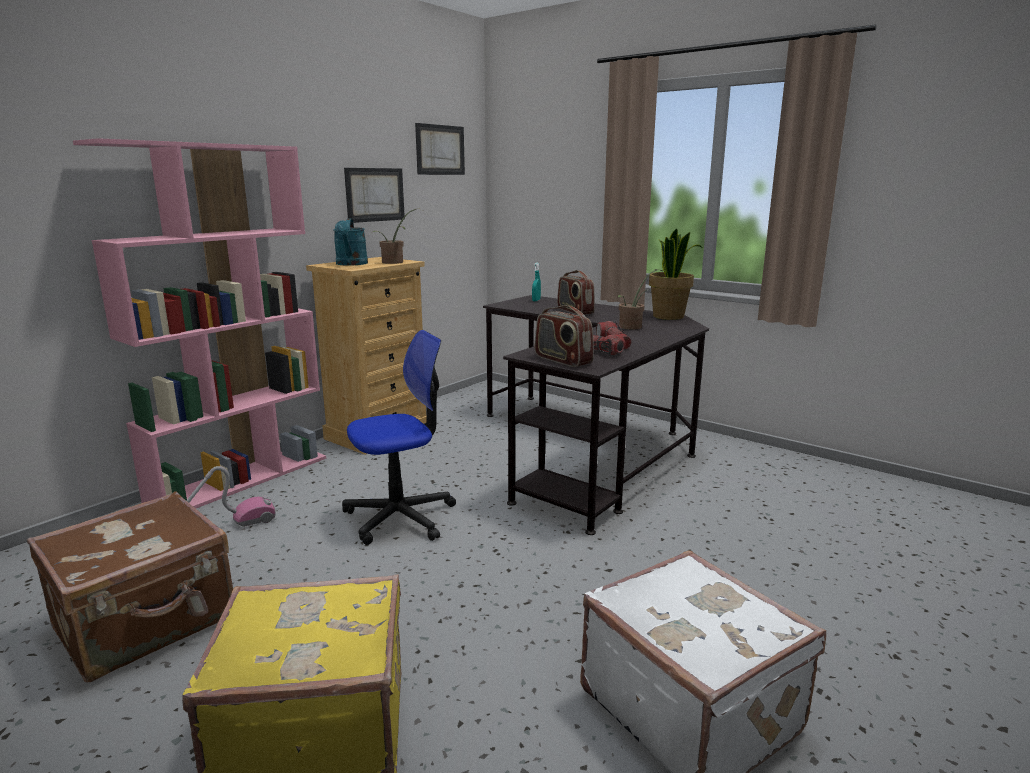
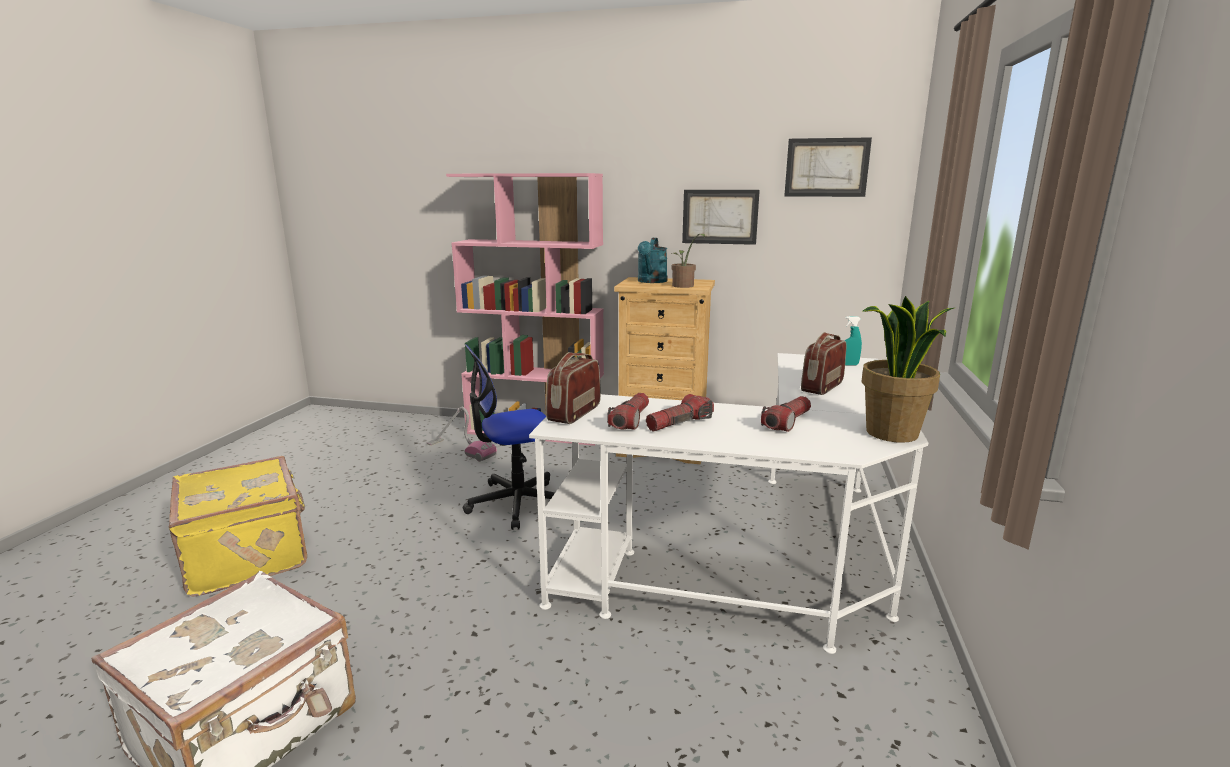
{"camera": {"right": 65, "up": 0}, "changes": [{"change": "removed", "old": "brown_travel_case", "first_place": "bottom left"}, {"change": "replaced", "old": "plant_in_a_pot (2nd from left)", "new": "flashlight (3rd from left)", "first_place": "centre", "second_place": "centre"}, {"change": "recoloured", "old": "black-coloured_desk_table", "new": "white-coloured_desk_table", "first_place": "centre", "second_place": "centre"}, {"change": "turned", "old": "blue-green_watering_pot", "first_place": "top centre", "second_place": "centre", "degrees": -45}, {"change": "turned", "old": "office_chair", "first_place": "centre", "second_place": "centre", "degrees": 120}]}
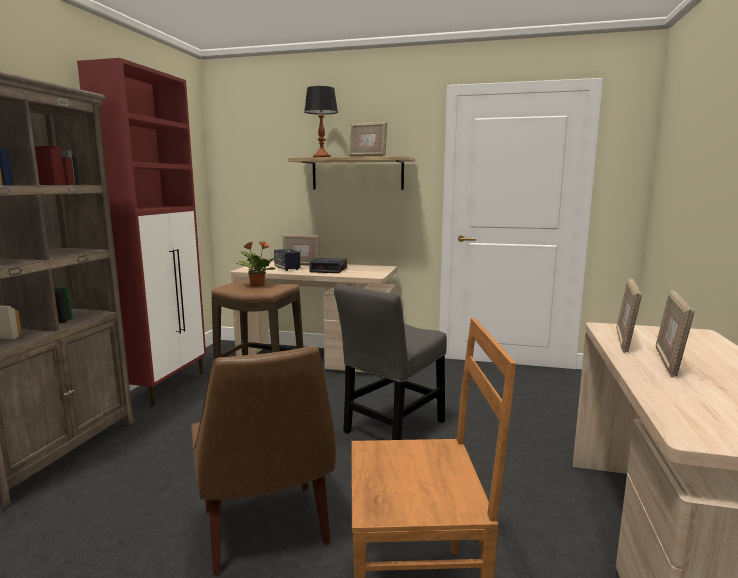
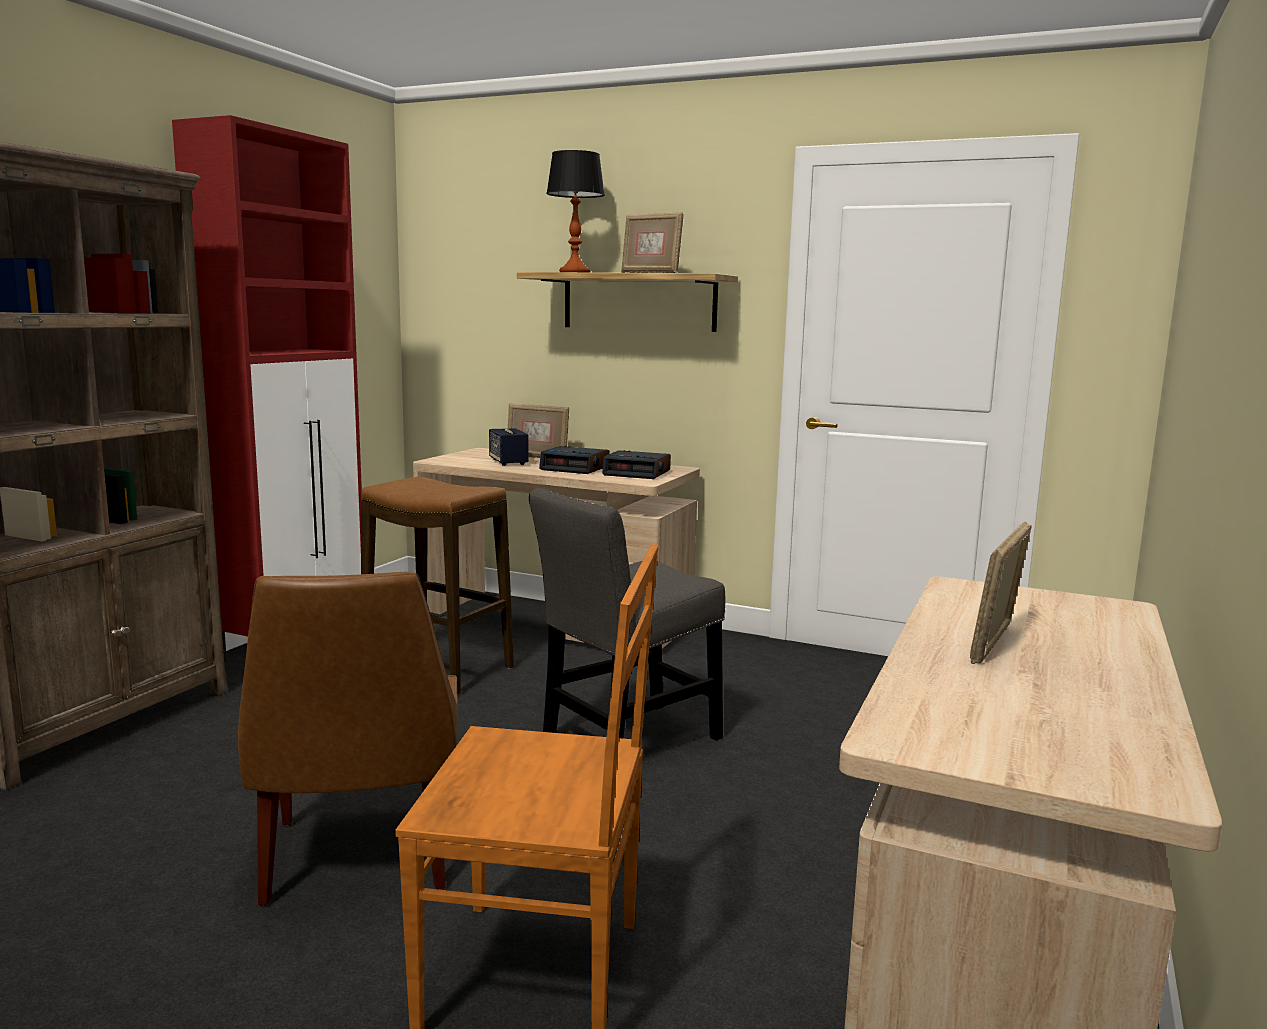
{"camera": {"right": 10, "up": 0}, "changes": [{"change": "removed", "old": "plant_in_a_pot", "first_place": "centre"}, {"change": "removed", "old": "standing_frame (3rd from left)", "first_place": "middle right"}, {"change": "added", "new": "bedside_clock (2nd from left)", "second_place": "centre"}]}
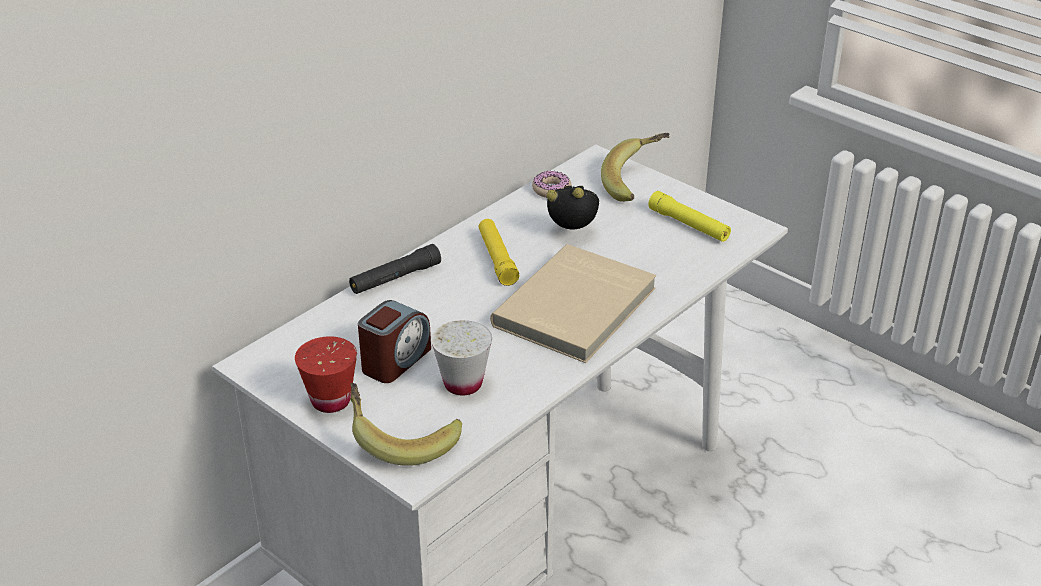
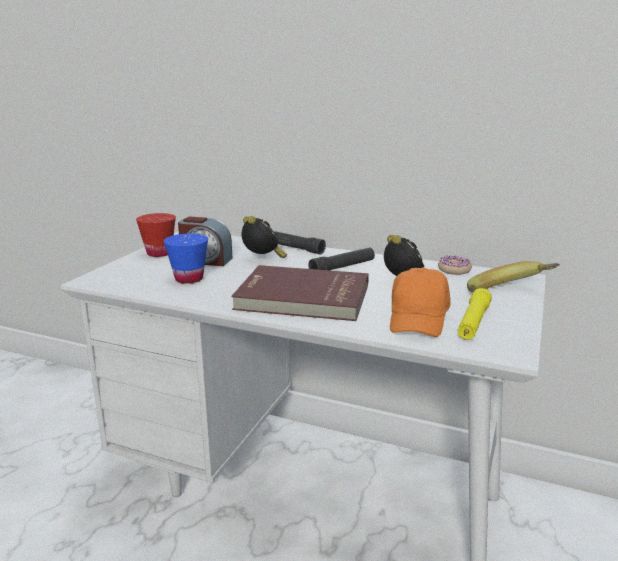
{"camera": {"right": 70, "up": -15}, "changes": [{"change": "removed", "old": "whole_banana (1st from left)", "first_place": "bottom centre"}, {"change": "added", "new": "bedside_clock (2nd from left)", "second_place": "centre"}, {"change": "added", "new": "orangey_cap", "second_place": "middle right"}, {"change": "recoloured", "old": "white-coloured_cup", "new": "blue-coloured_cup", "first_place": "centre", "second_place": "middle left"}, {"change": "recoloured", "old": "yellowish_flashlight (1st from left)", "new": "black-coloured_flashlight (2nd from left)", "first_place": "centre", "second_place": "centre"}, {"change": "recoloured", "old": "sand-coloured_volume", "new": "reddish_volume", "first_place": "centre", "second_place": "centre"}]}
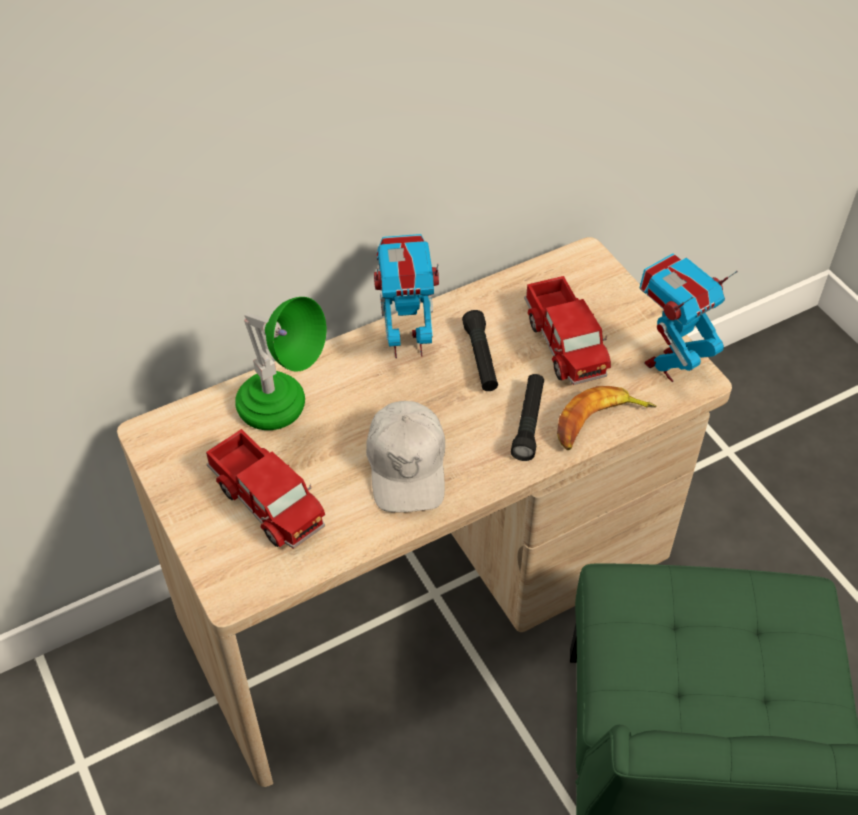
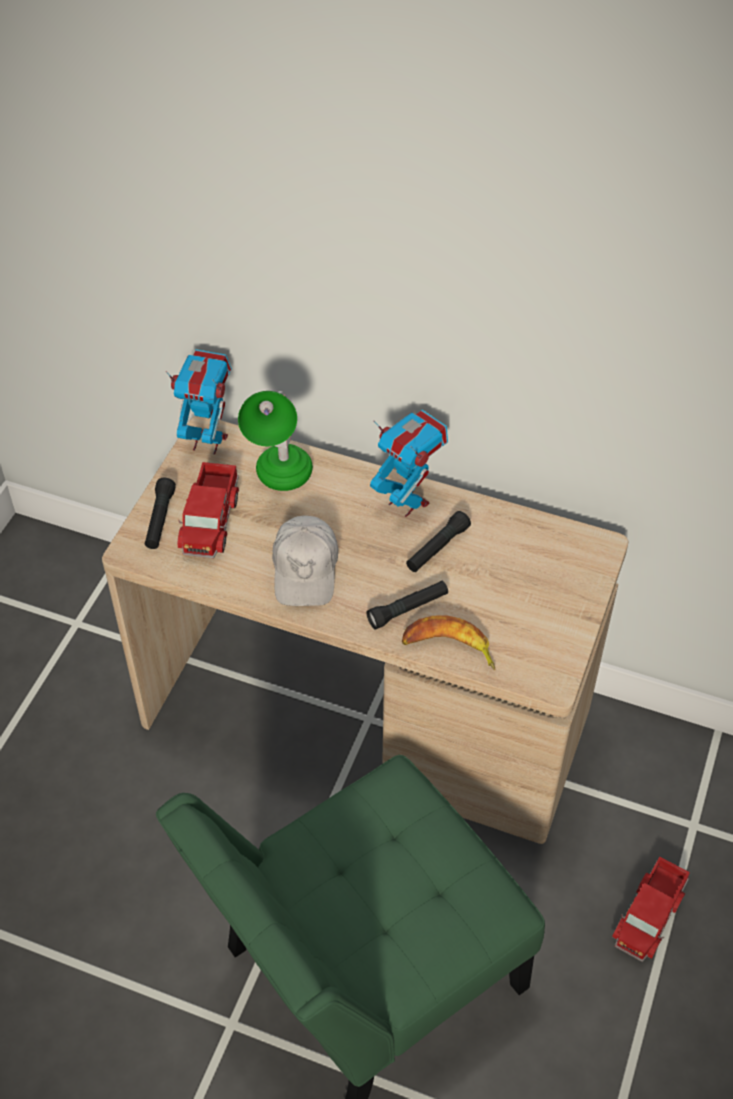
{"camera": {"right": 50, "up": 0}, "changes": [{"change": "added", "new": "black-coloured_flashlight (1st from left)", "second_place": "middle left"}, {"change": "moved", "old": "toy_truck (2nd from left)", "first_place": "centre", "second_place": "bottom right"}, {"change": "moved", "old": "robot_figure (2nd from left in the first image)", "new": "robot_figure (1st from left)", "first_place": "middle right", "second_place": "middle left"}, {"change": "turned", "old": "white-coloured_cap", "first_place": "centre", "second_place": "centre", "degrees": -45}]}
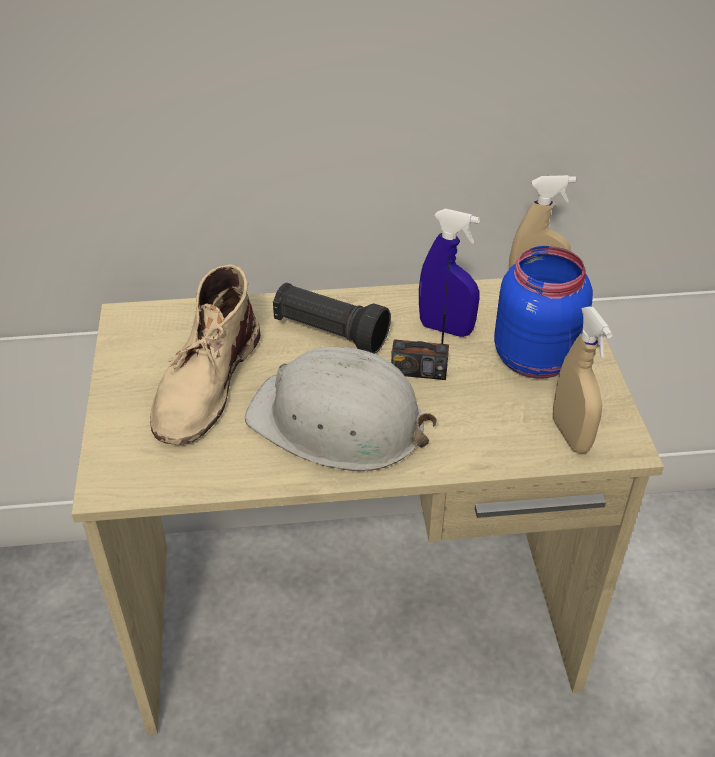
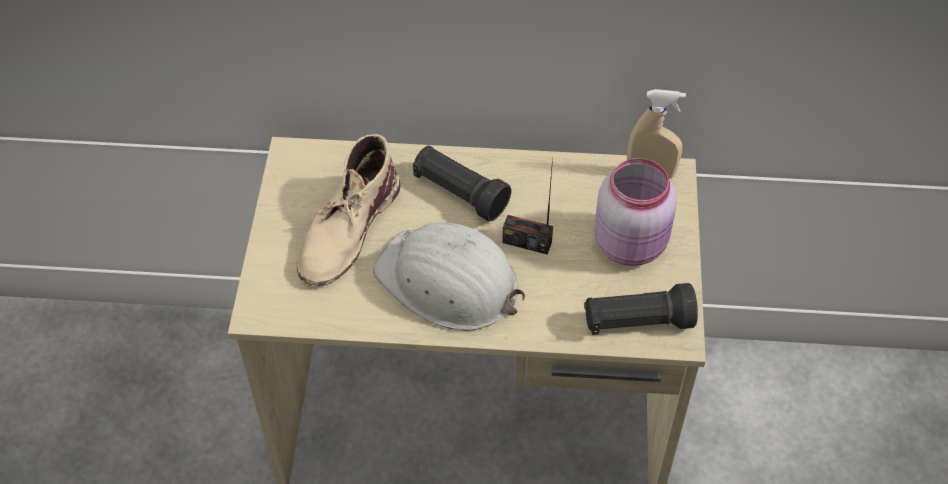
{"camera": {"right": 10, "up": 10}, "changes": [{"change": "removed", "old": "blue-coloured_spray_bottle", "first_place": "centre"}, {"change": "replaced", "old": "sand-coloured_spray_bottle (2nd from left)", "new": "black-coloured_flashlight (2nd from left)", "first_place": "middle right", "second_place": "middle right"}, {"change": "recoloured", "old": "blue-coloured_storage_jar", "new": "pink-coloured_storage_jar", "first_place": "middle right", "second_place": "middle right"}]}
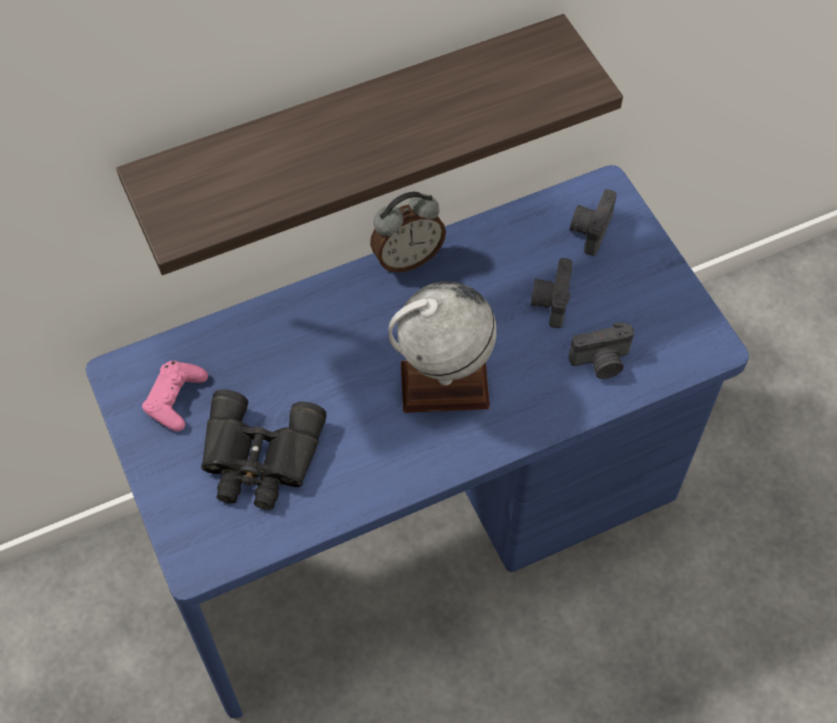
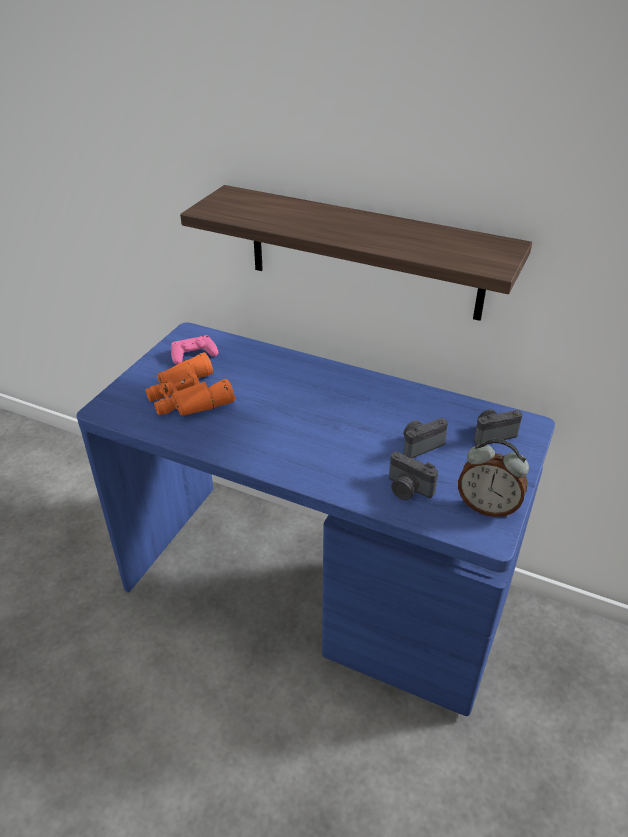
{"camera": {"right": 50, "up": -20}, "changes": [{"change": "removed", "old": "world_globe", "first_place": "centre"}, {"change": "moved", "old": "bedside_clock", "first_place": "top centre", "second_place": "middle right"}, {"change": "recoloured", "old": "black-coloured_field_glasses", "new": "orangey_field_glasses", "first_place": "middle left", "second_place": "middle left"}]}
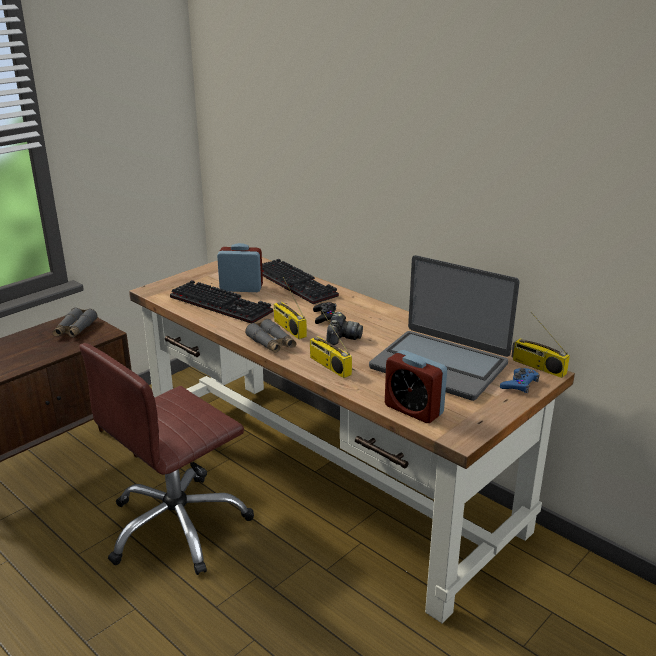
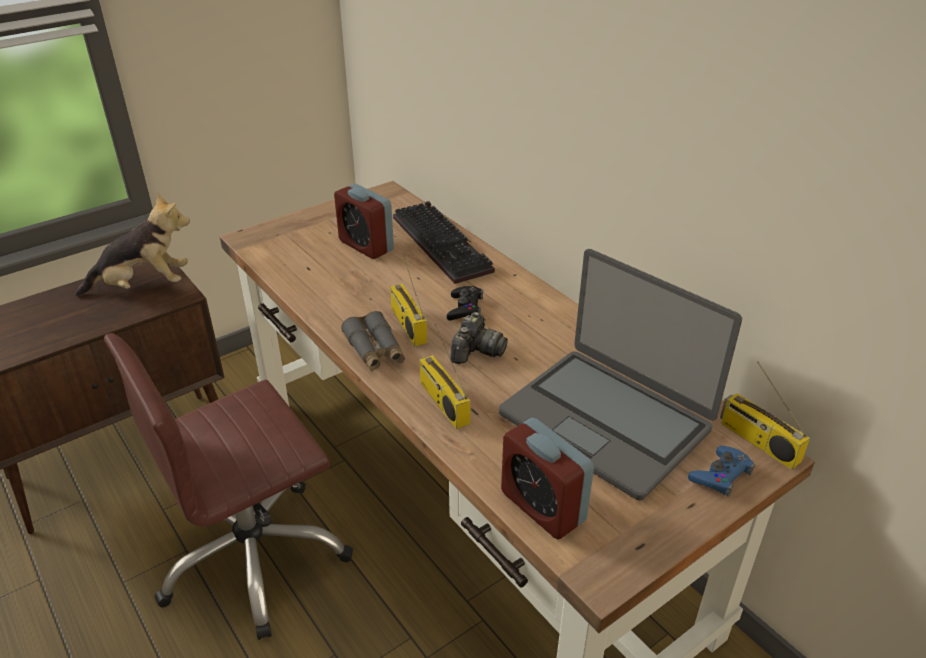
{"camera": {"right": 10, "up": 10}, "changes": [{"change": "removed", "old": "PC_keyboard (1st from left)", "first_place": "centre"}, {"change": "replaced", "old": "grey_field_glasses (1st from left)", "new": "cuddly_toy", "first_place": "middle left", "second_place": "middle left"}, {"change": "turned", "old": "bedside_clock (1st from left)", "first_place": "centre", "second_place": "centre", "degrees": -150}]}
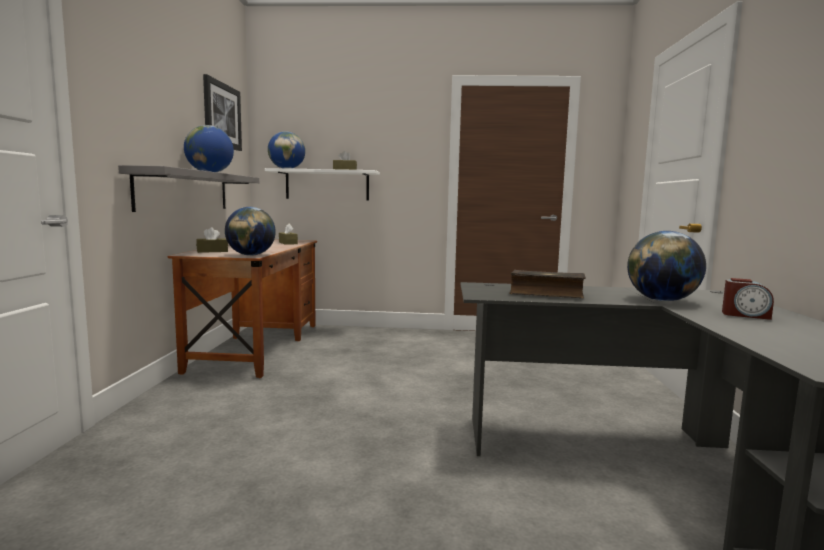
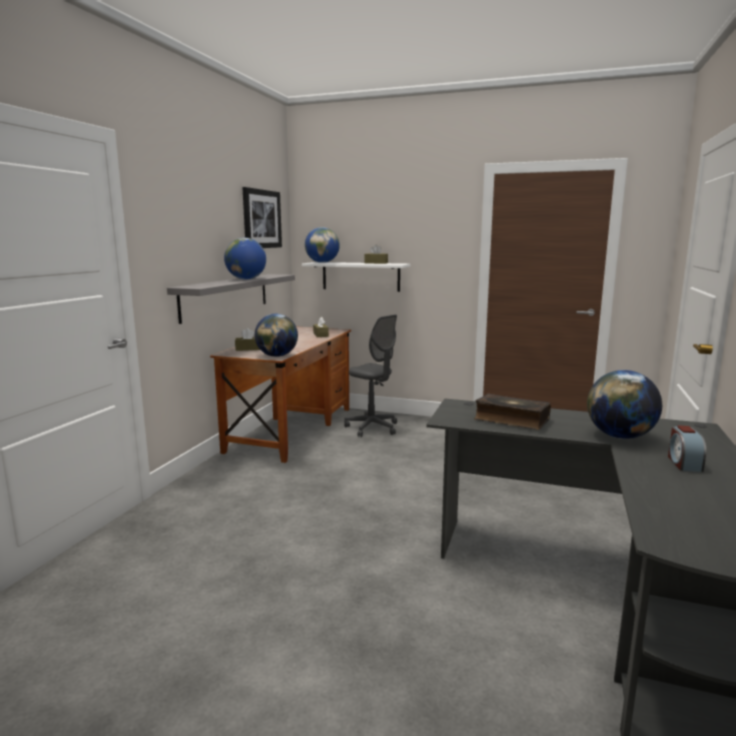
{"camera": {"right": 15, "up": 5}, "changes": [{"change": "added", "new": "grey_office_chair", "second_place": "centre"}, {"change": "turned", "old": "bedside_clock", "first_place": "middle right", "second_place": "middle right", "degrees": 60}]}
